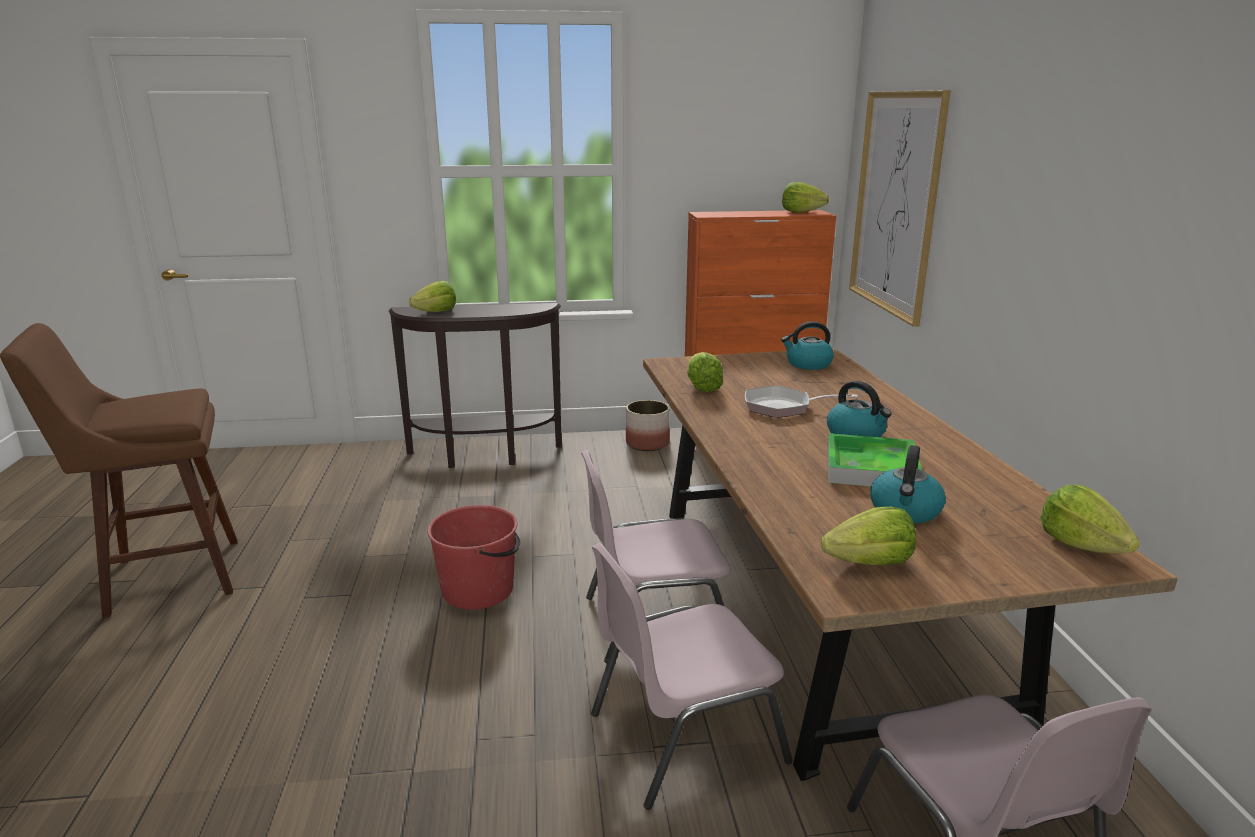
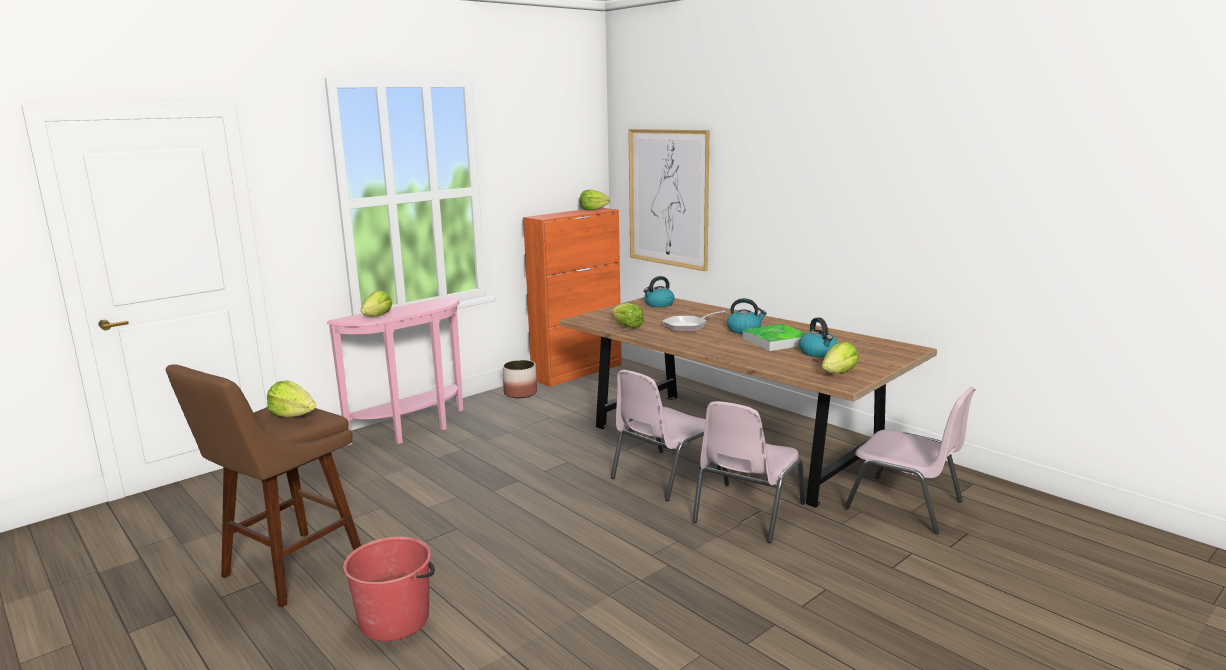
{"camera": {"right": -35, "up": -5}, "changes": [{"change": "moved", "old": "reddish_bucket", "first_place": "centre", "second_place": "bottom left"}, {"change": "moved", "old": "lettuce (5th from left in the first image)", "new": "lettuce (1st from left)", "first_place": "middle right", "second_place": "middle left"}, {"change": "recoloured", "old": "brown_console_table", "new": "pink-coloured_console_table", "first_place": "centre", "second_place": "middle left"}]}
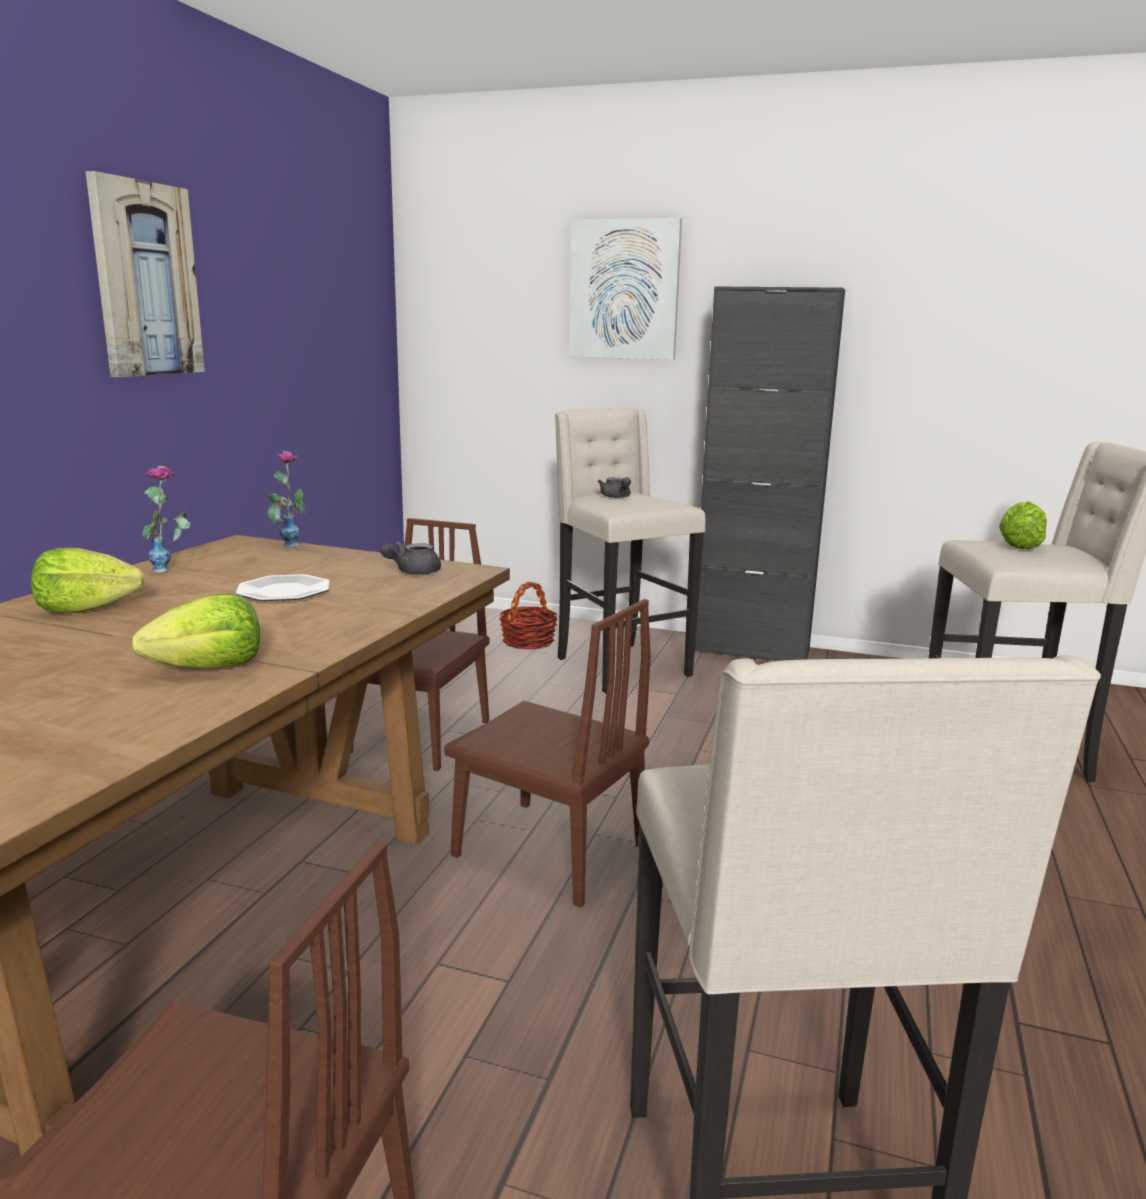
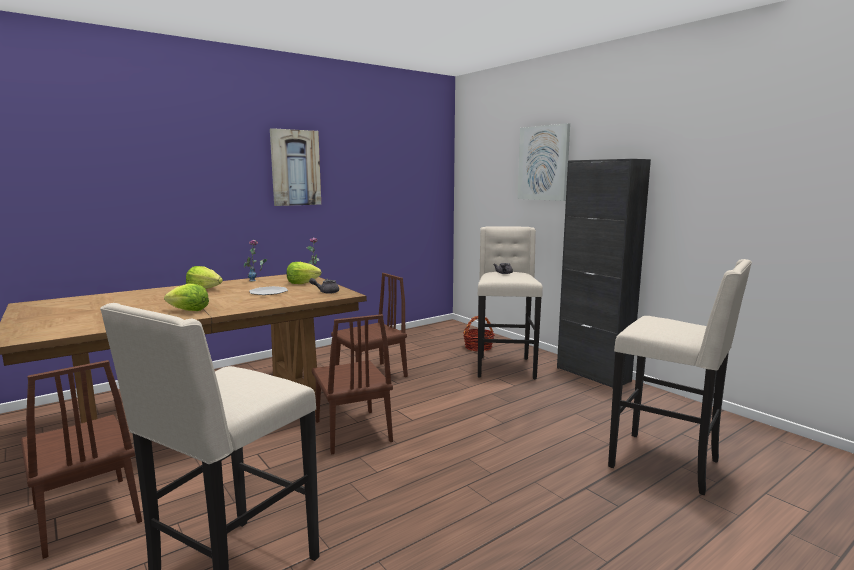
{"camera": {"right": 35, "up": -5}, "changes": [{"change": "moved", "old": "lettuce (3rd from left)", "first_place": "middle right", "second_place": "centre"}]}
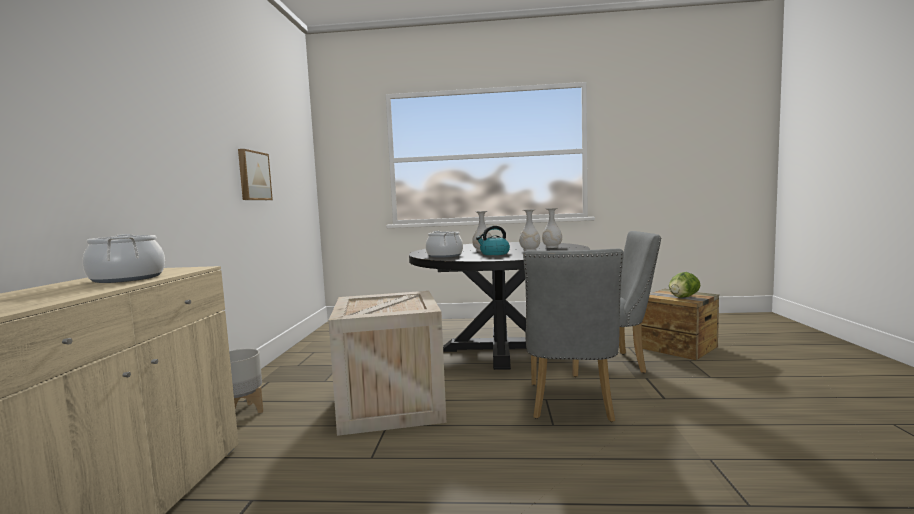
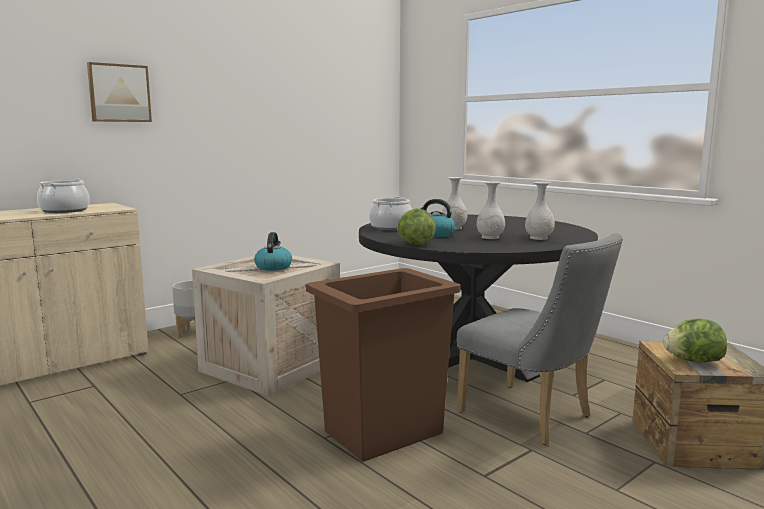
{"camera": {"right": 45, "up": 5}, "changes": [{"change": "added", "new": "water_kettle (1st from left)", "second_place": "centre"}, {"change": "added", "new": "lettuce (1st from left)", "second_place": "centre"}, {"change": "moved", "old": "picture", "first_place": "middle left", "second_place": "top left"}, {"change": "replaced", "old": "grey_upright_chair (1st from left)", "new": "brown_trash_can", "first_place": "centre", "second_place": "bottom centre"}]}
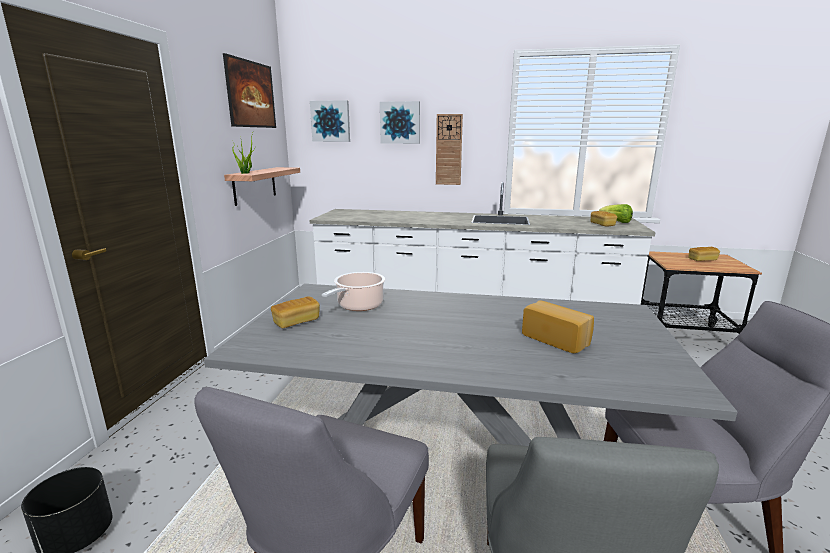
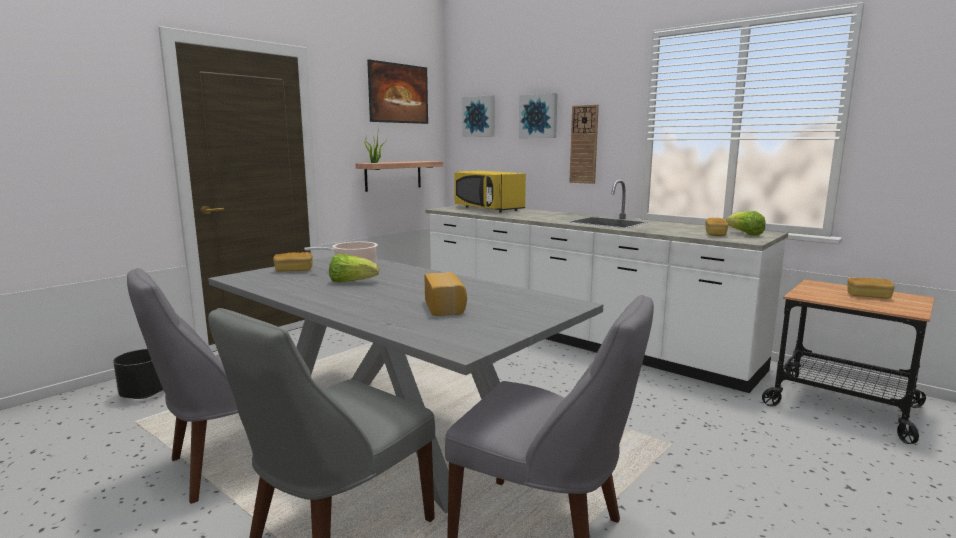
{"camera": {"right": 30, "up": -5}, "changes": [{"change": "added", "new": "lettuce (1st from left)", "second_place": "centre"}, {"change": "added", "new": "yellowish_kitchen_microwave", "second_place": "centre"}]}
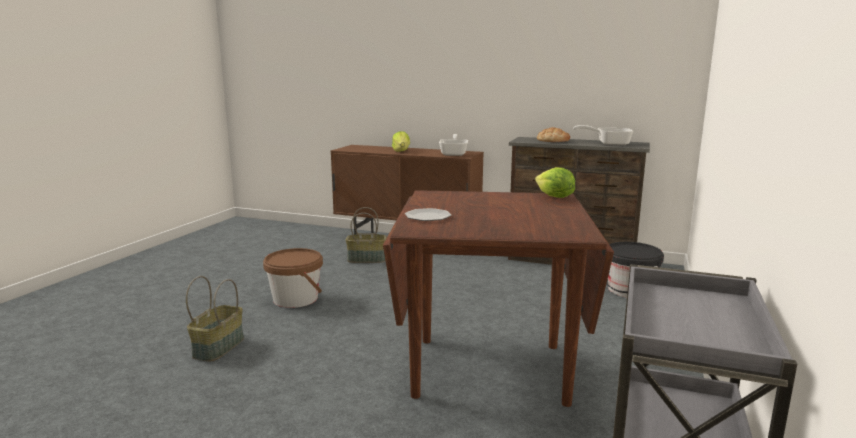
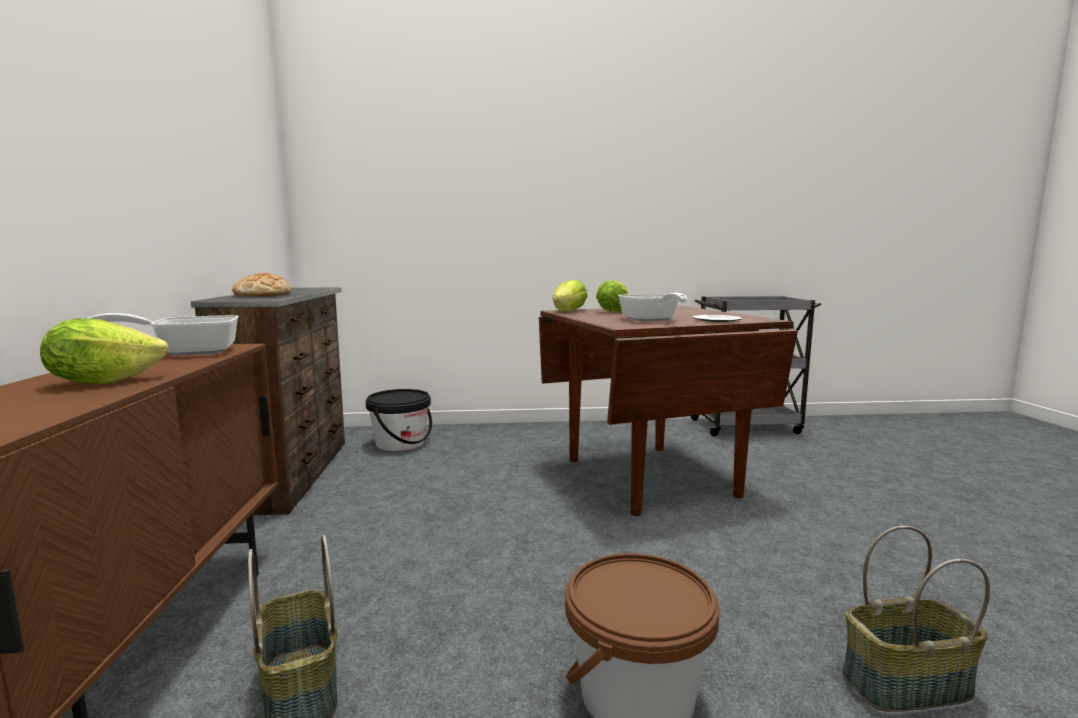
{"camera": {"right": -115, "up": -5}, "changes": [{"change": "added", "new": "lettuce (3rd from left)", "second_place": "centre"}, {"change": "moved", "old": "skillet (2nd from left)", "first_place": "top right", "second_place": "centre"}]}
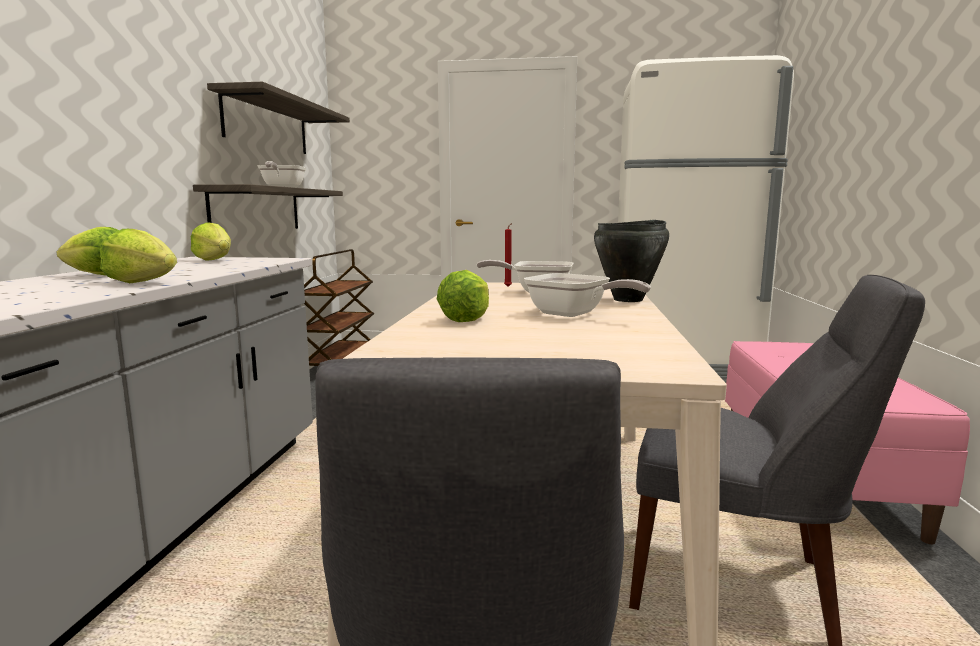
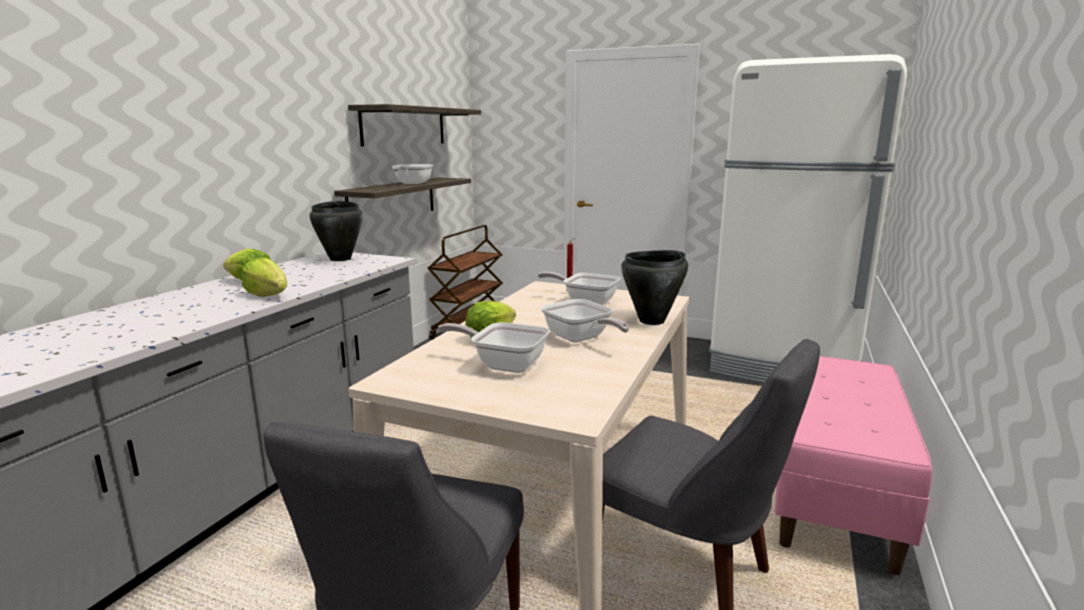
{"camera": {"right": 15, "up": 5}, "changes": [{"change": "added", "new": "skillet (2nd from left)", "second_place": "centre"}, {"change": "replaced", "old": "lettuce (3rd from left)", "new": "black-coloured_saucepot (1st from left)", "first_place": "middle left", "second_place": "middle left"}]}
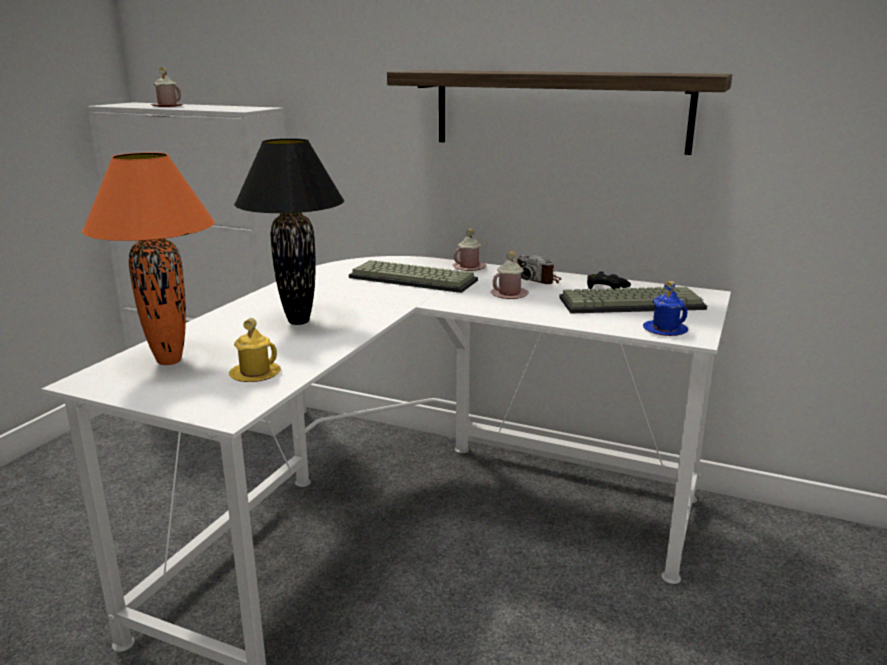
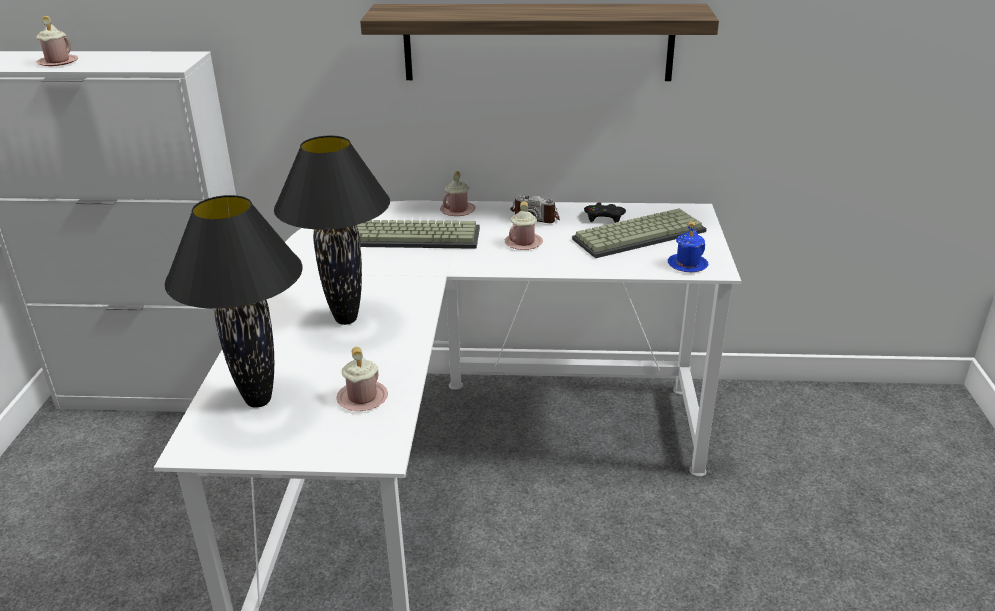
{"camera": {"right": -20, "up": 10}, "changes": [{"change": "recoloured", "old": "orangey_table_lamp", "new": "black-coloured_table_lamp (1st from left)", "first_place": "middle left", "second_place": "middle left"}, {"change": "recoloured", "old": "yellowish_coffee_mug", "new": "pink-coloured_coffee_mug (2nd from left)", "first_place": "middle left", "second_place": "centre"}]}
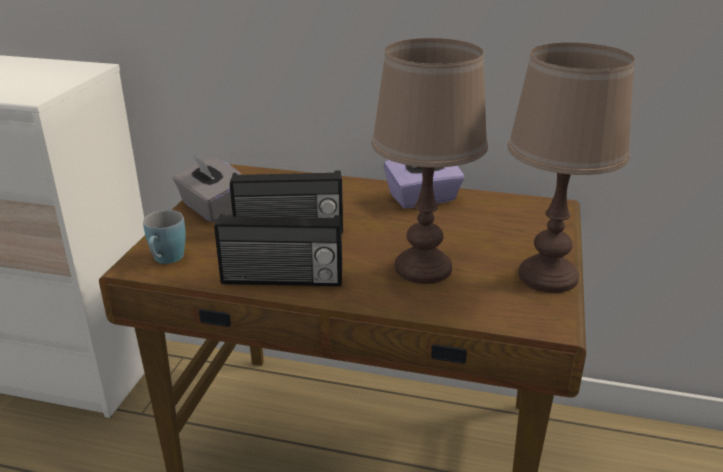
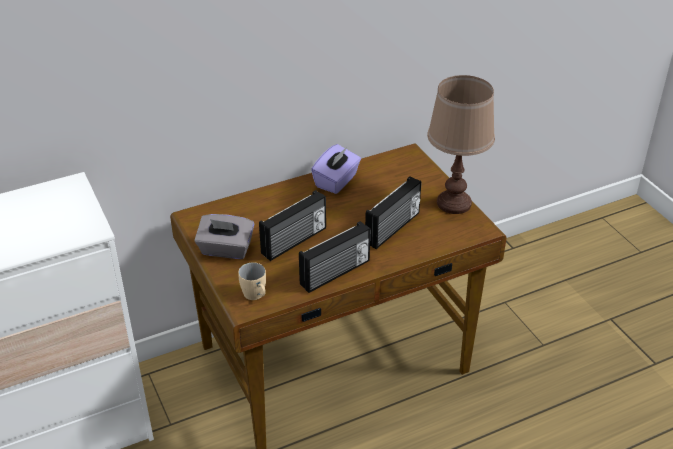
{"camera": {"right": -40, "up": 10}, "changes": [{"change": "replaced", "old": "brown_table_lamp (1st from left)", "new": "radio_set (3rd from left)", "first_place": "centre", "second_place": "centre"}, {"change": "recoloured", "old": "blue-coloured_coffee_mug", "new": "sand-coloured_coffee_mug", "first_place": "middle left", "second_place": "centre"}]}
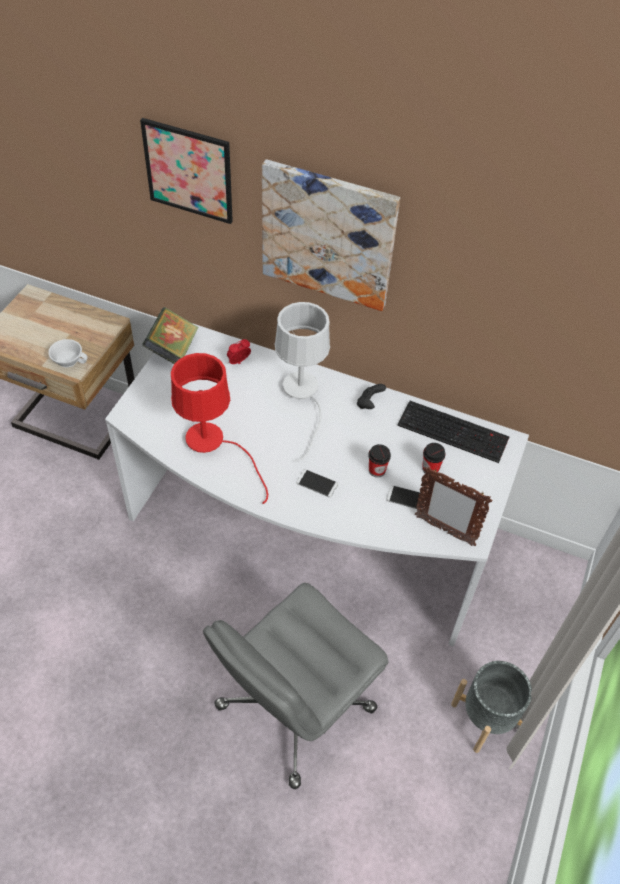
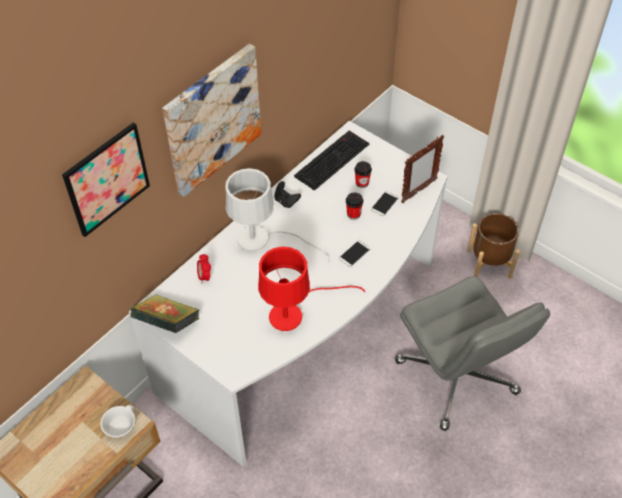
{"camera": {"right": -70, "up": 0}, "changes": [{"change": "recoloured", "old": "grey_plant_pot", "new": "brown_plant_pot", "first_place": "bottom right", "second_place": "middle right"}]}
